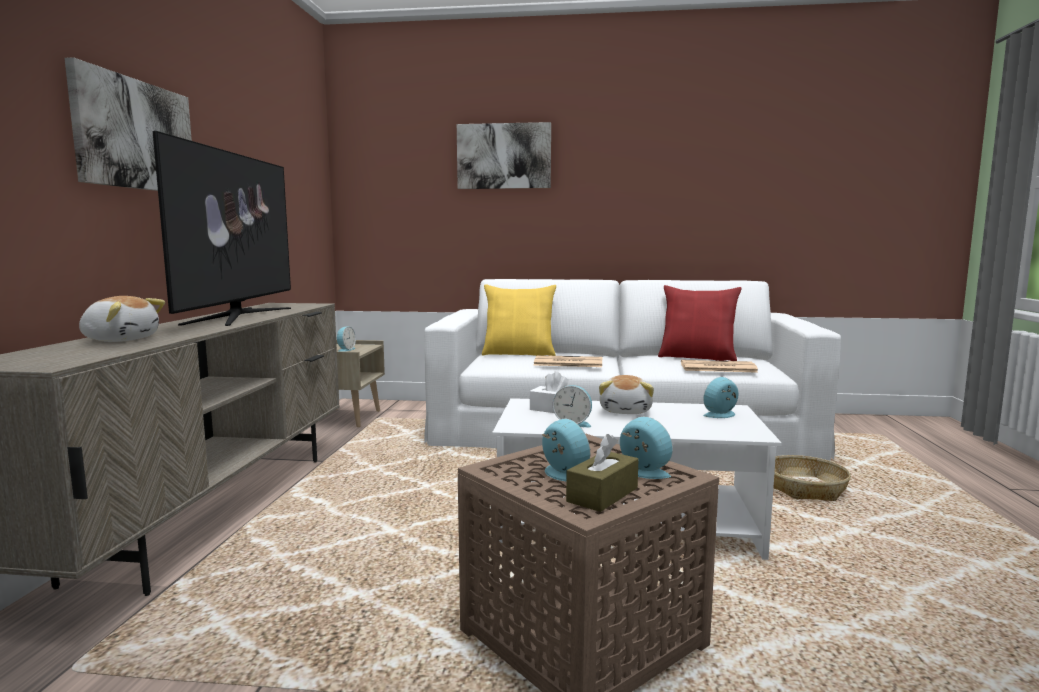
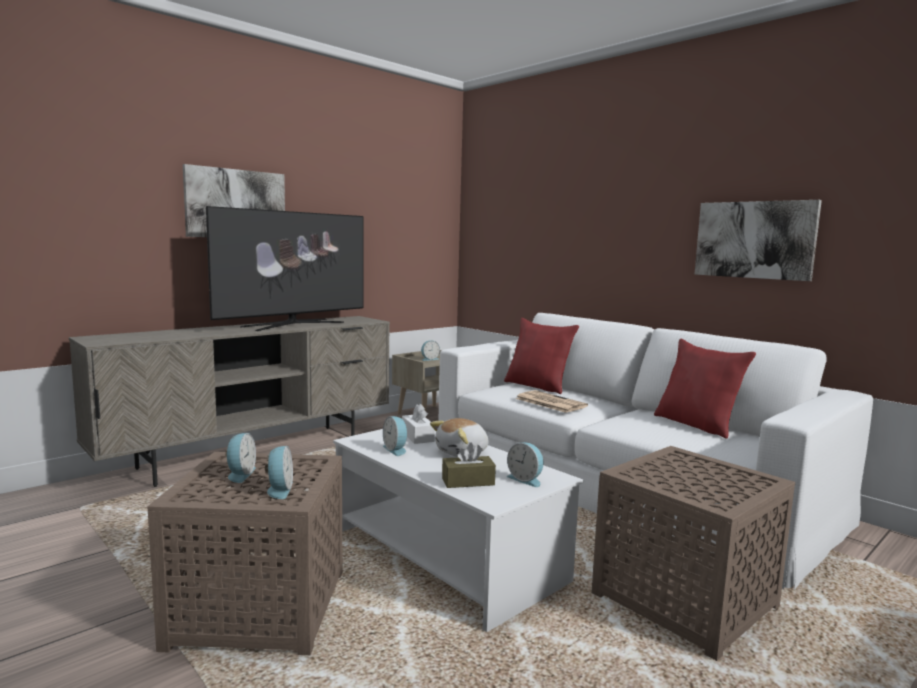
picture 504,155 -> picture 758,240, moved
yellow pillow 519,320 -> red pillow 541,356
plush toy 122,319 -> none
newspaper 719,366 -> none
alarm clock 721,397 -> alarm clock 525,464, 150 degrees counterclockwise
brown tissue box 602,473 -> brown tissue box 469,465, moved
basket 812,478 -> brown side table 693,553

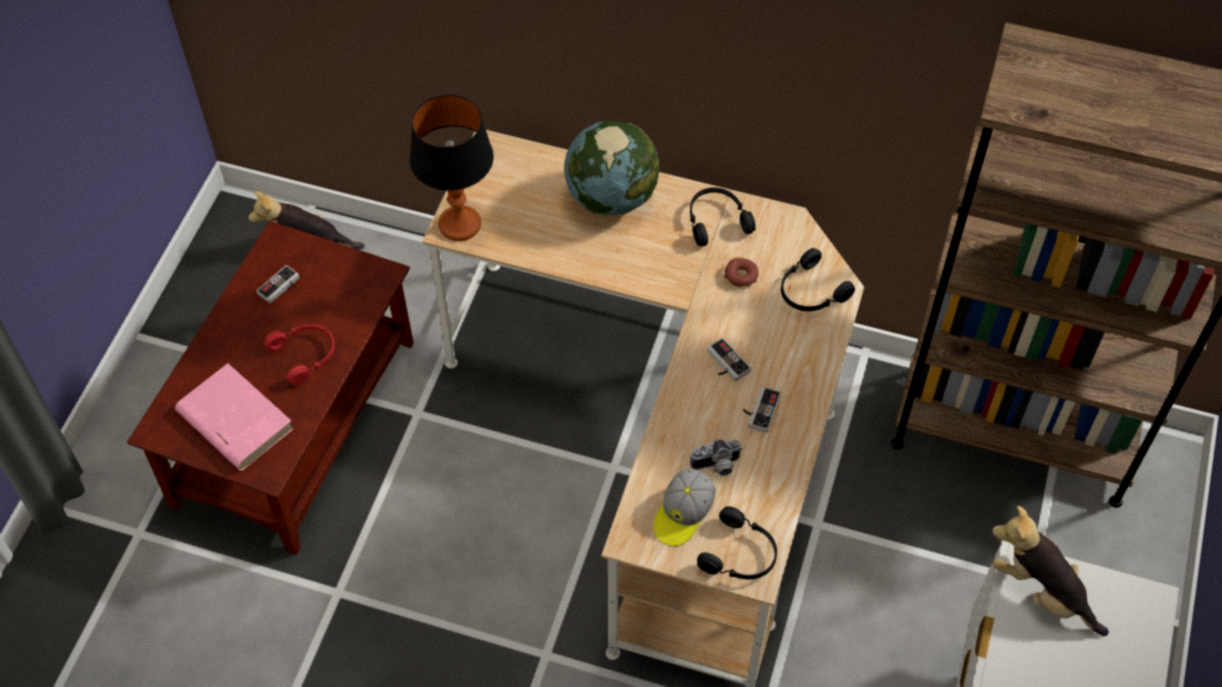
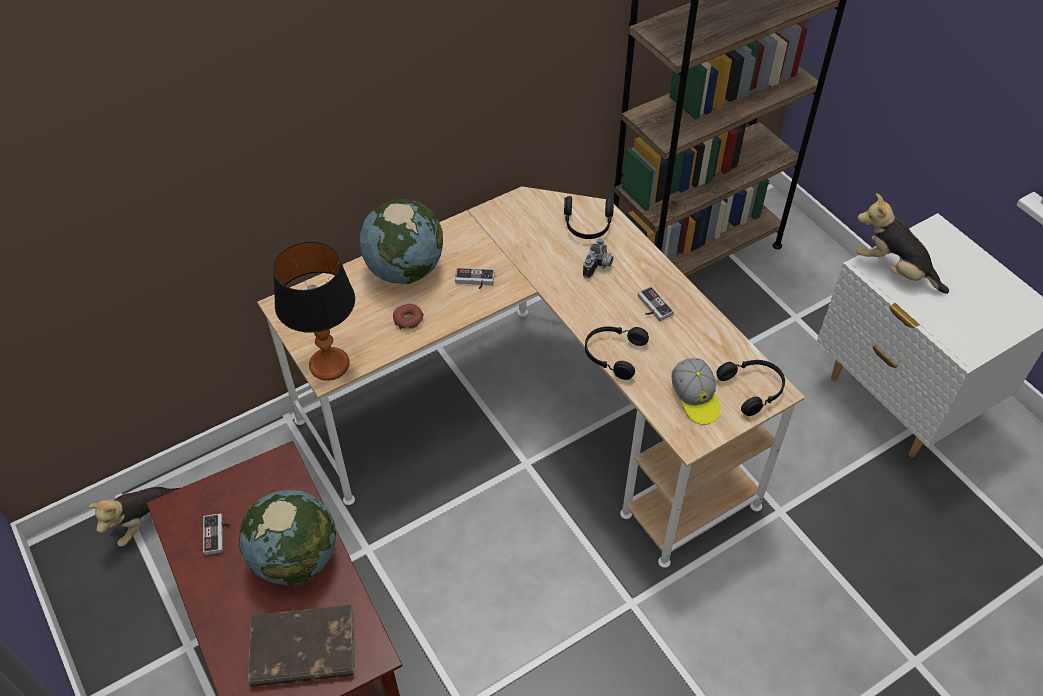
black headphones 723,216 -> black headphones 617,353, moved
donut 741,273 -> donut 408,317, moved
red headphones 299,355 -> globe 287,538
game controller 729,360 -> game controller 475,278, moved
pink book 234,416 -> brown book 301,646
photo camera 716,457 -> photo camera 598,258, moved
plush toy 1050,571 -> plush toy 902,243, 45 degrees clockwise

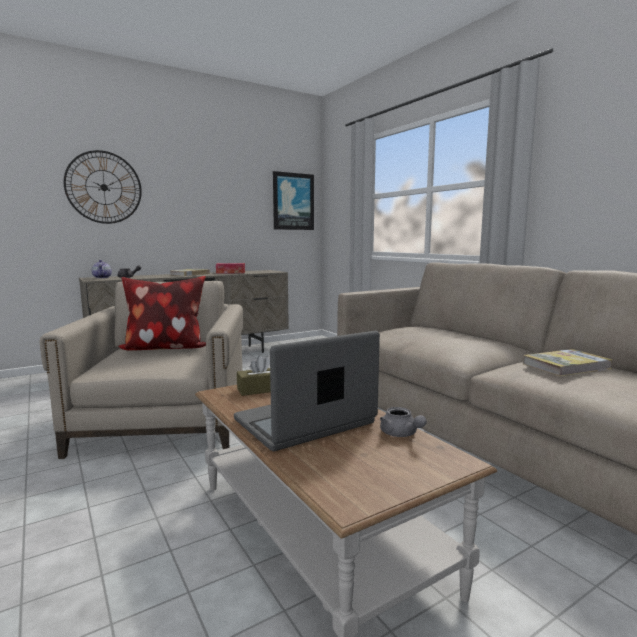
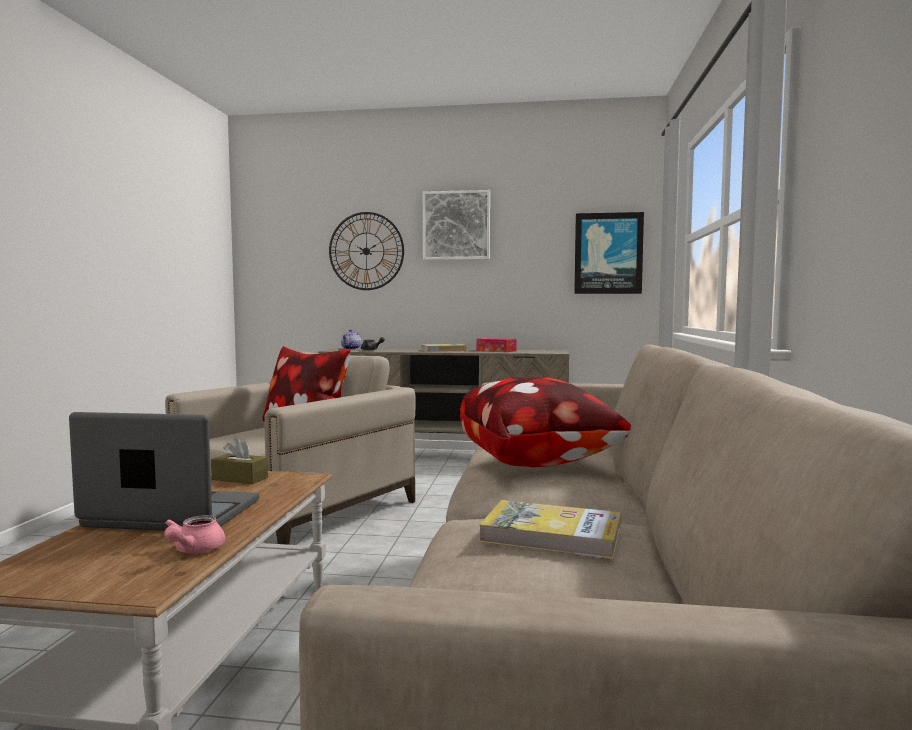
grey teapot 403,422 -> pink teapot 194,534
none -> picture 456,225
none -> pillow 545,422

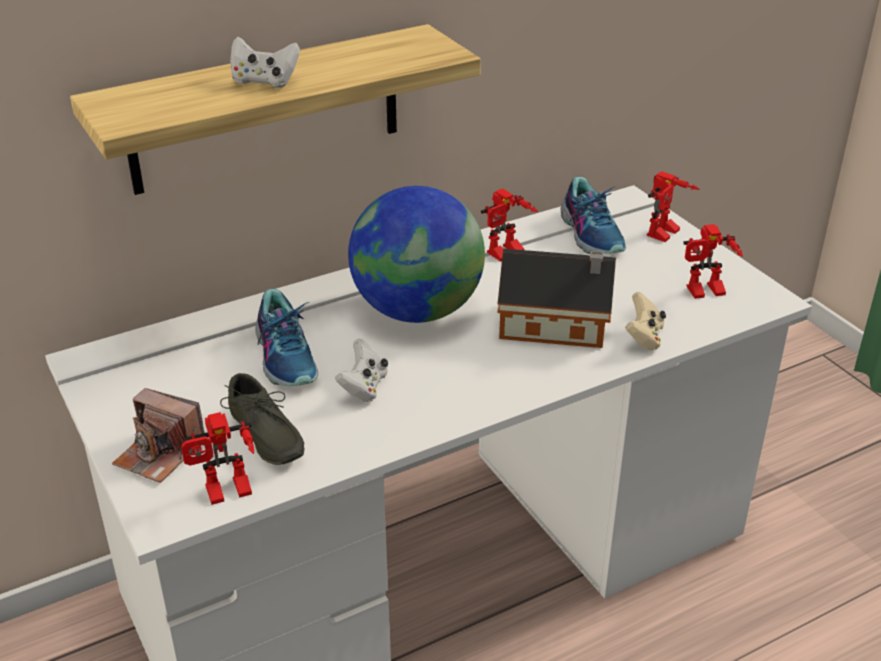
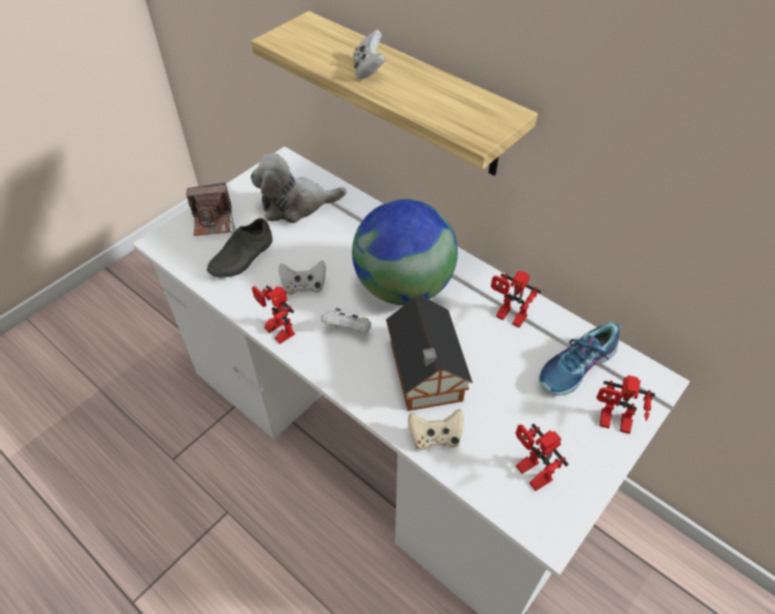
shoe 286,337 -> none
photo camera 158,435 -> photo camera 209,209, 105 degrees counterclockwise
toy robot 217,458 -> toy robot 273,314, moved
none -> plush toy 299,188
none -> white game controller 346,320

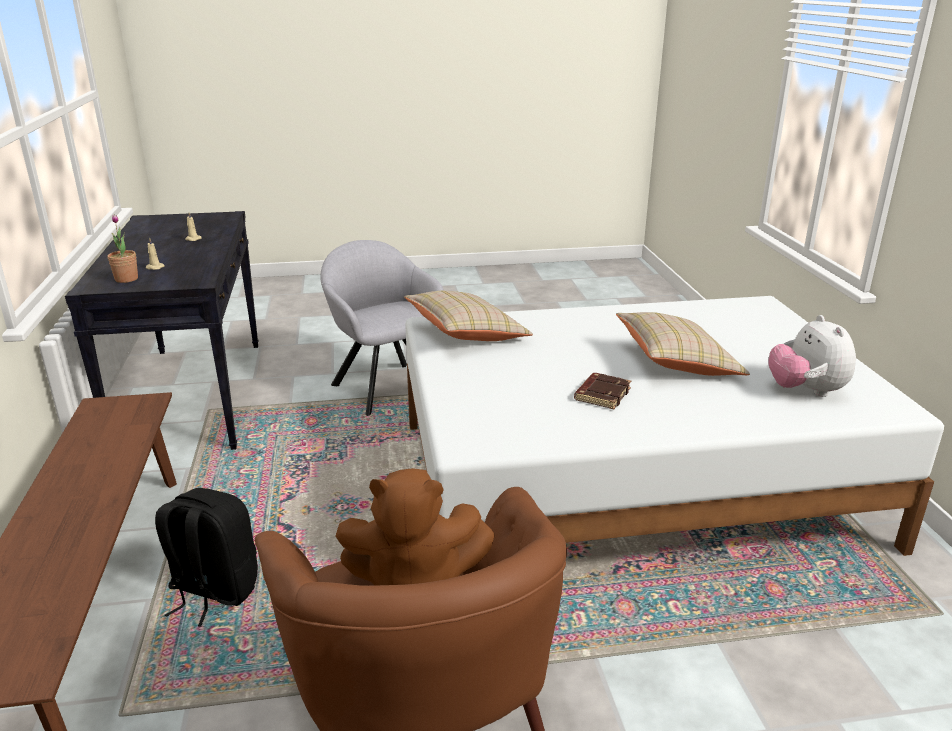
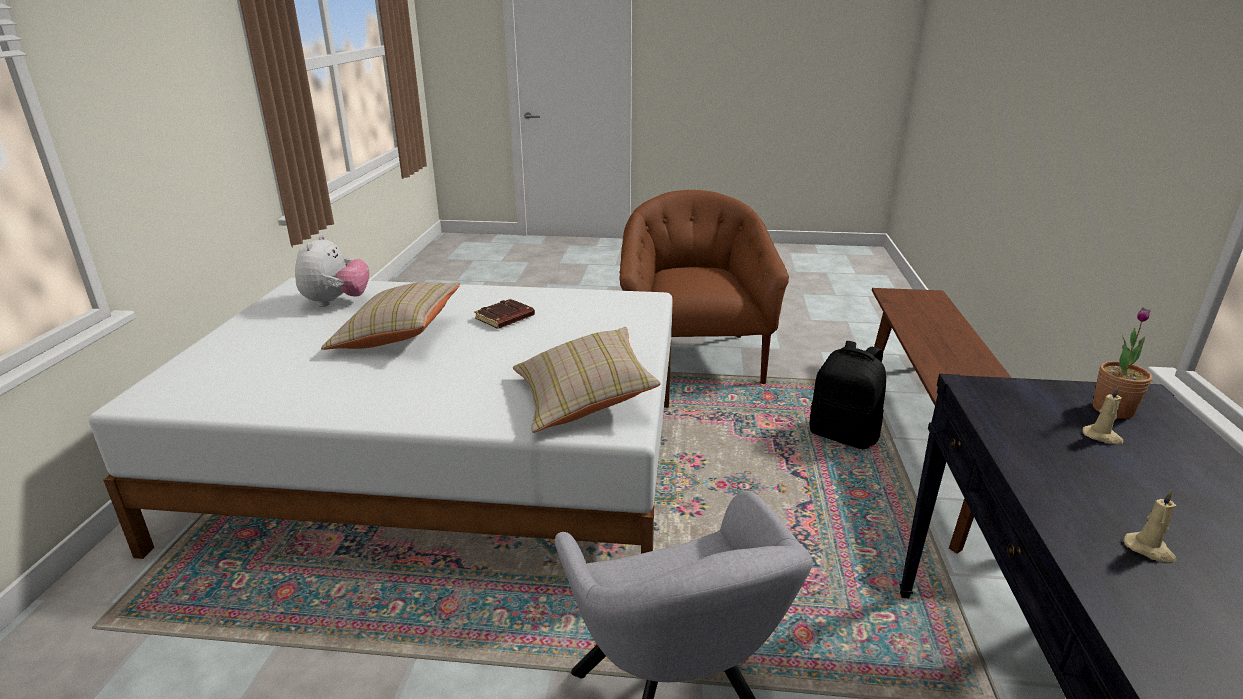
brown plush toy 415,527 -> none

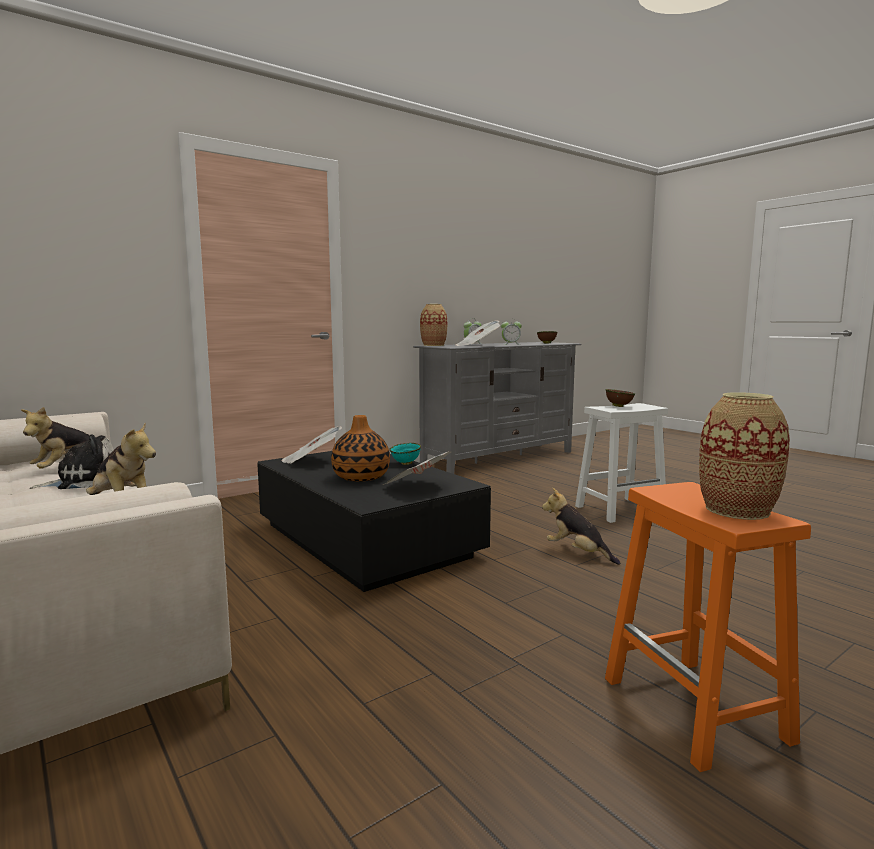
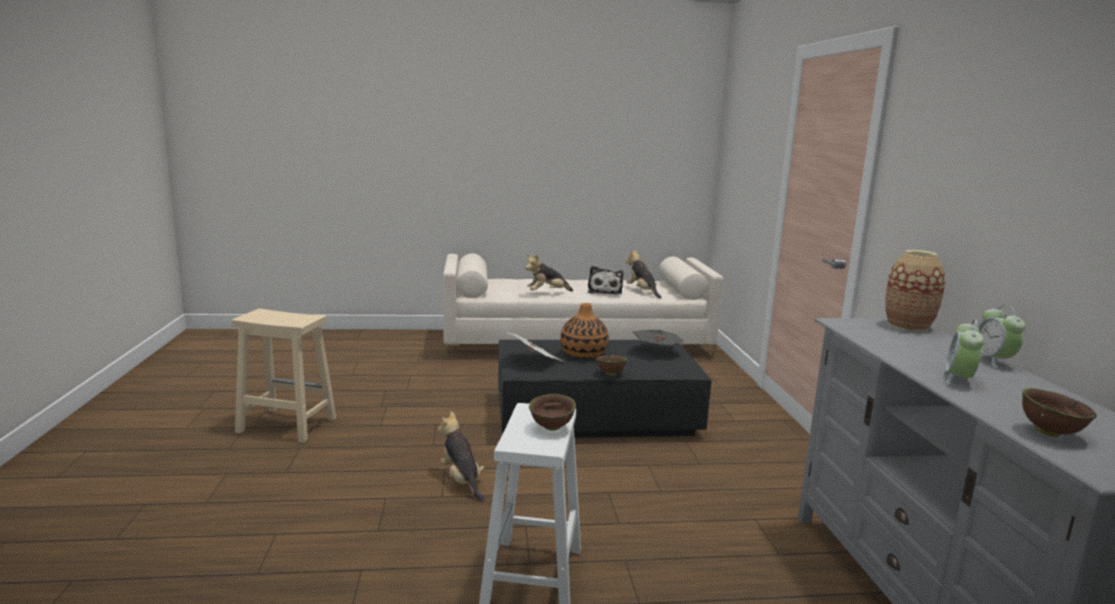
newspaper 478,333 -> none
vase 744,456 -> none
turquoise bowl 405,454 -> brown bowl 611,365
orange stool 708,627 -> beige stool 283,376
plush toy 581,526 -> plush toy 461,456, 105 degrees counterclockwise

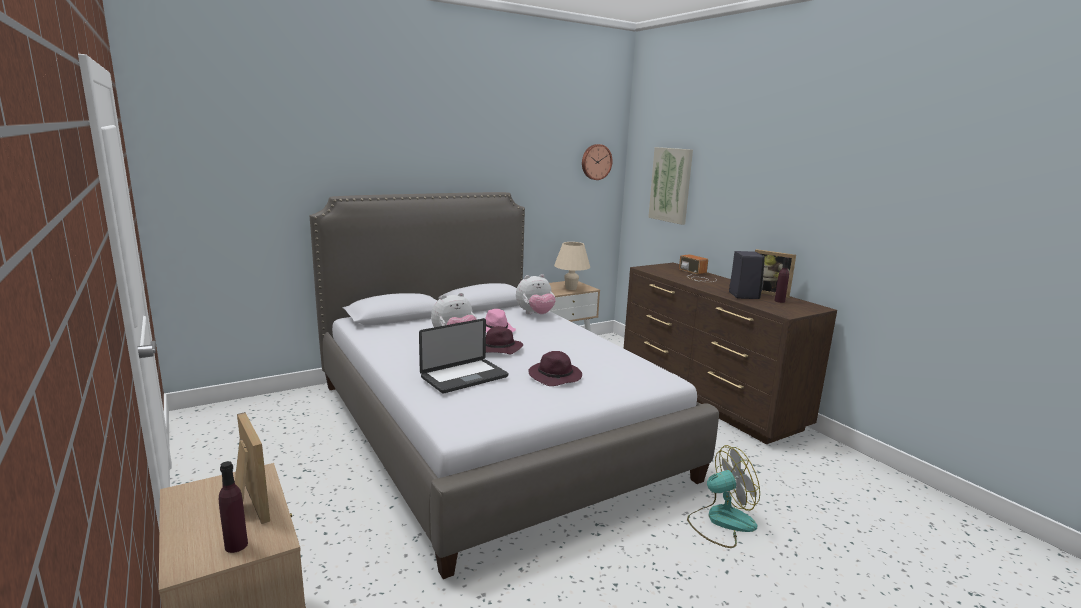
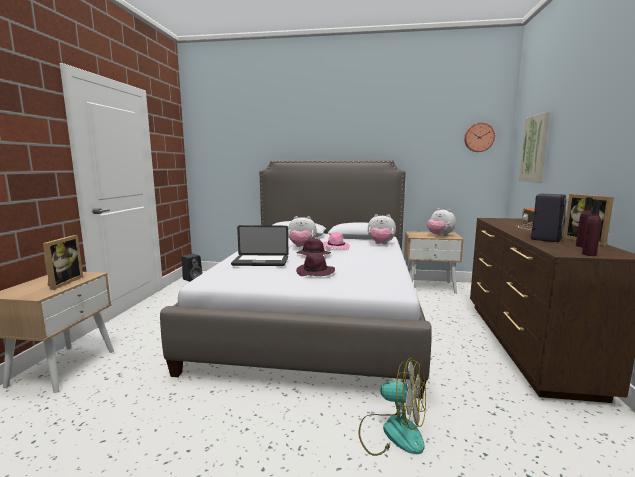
beige table lamp 572,266 -> plush toy 441,222
purple bottle 233,507 -> purple bottle 591,228, moved
none -> black speaker 192,268

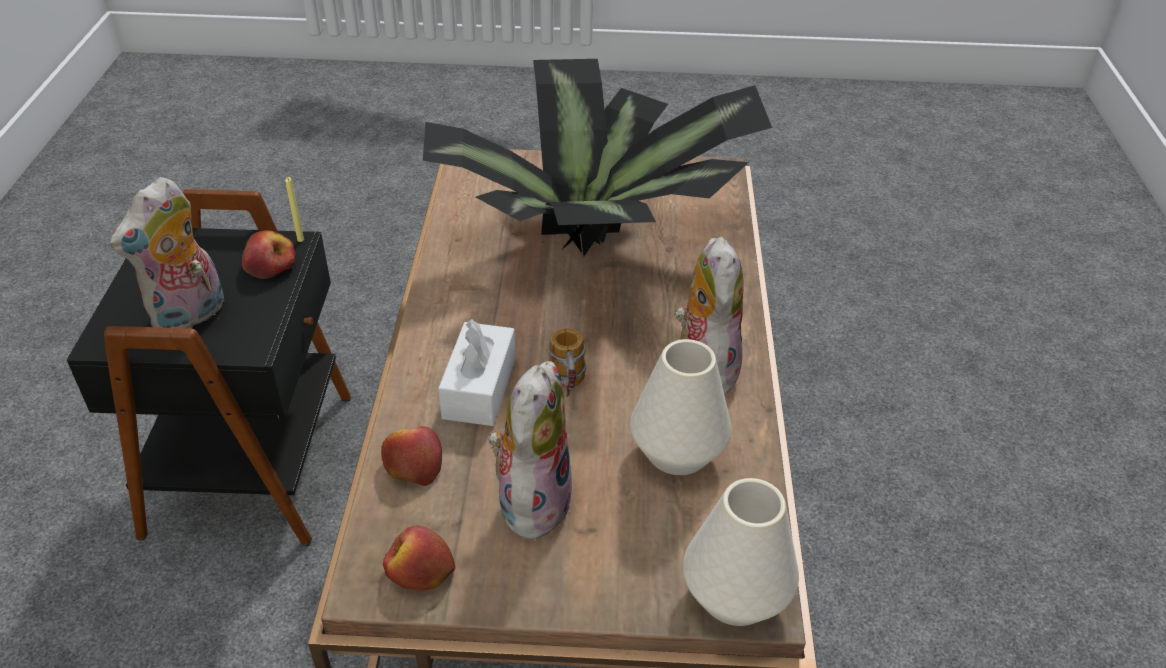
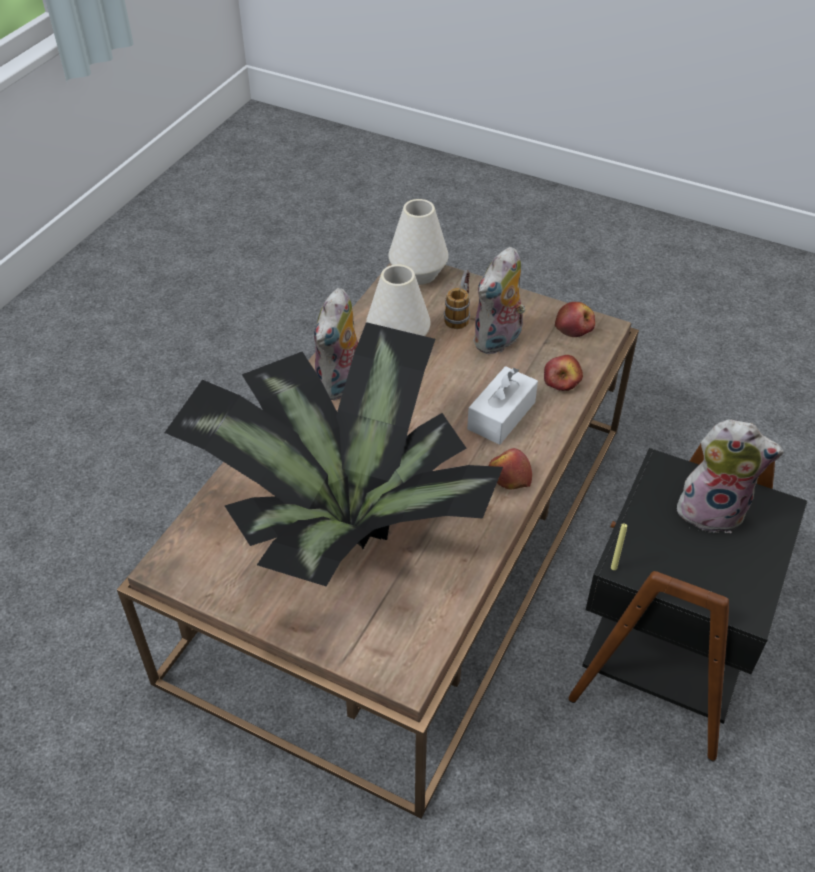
plush toy 167,253 -> plush toy 730,476, 45 degrees clockwise
apple 269,254 -> apple 510,469, moved
mug 567,362 -> mug 457,299, moved

